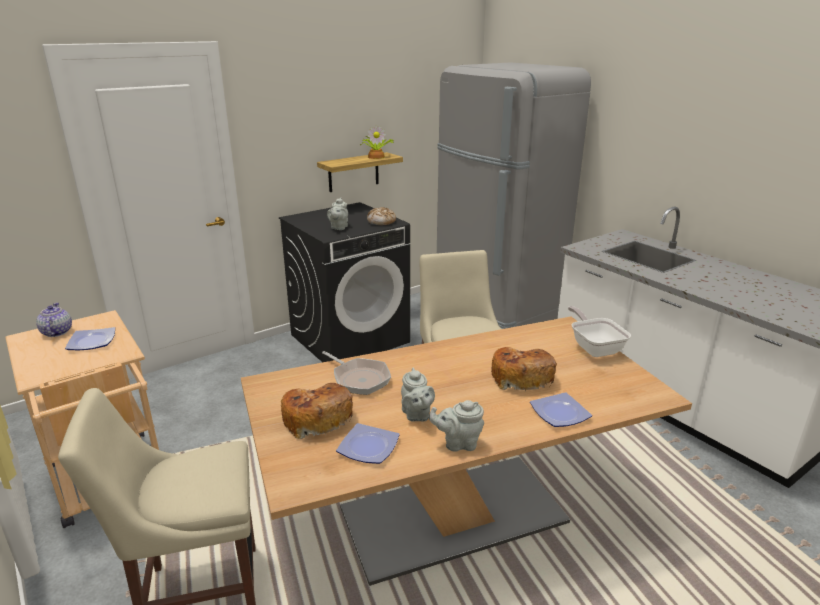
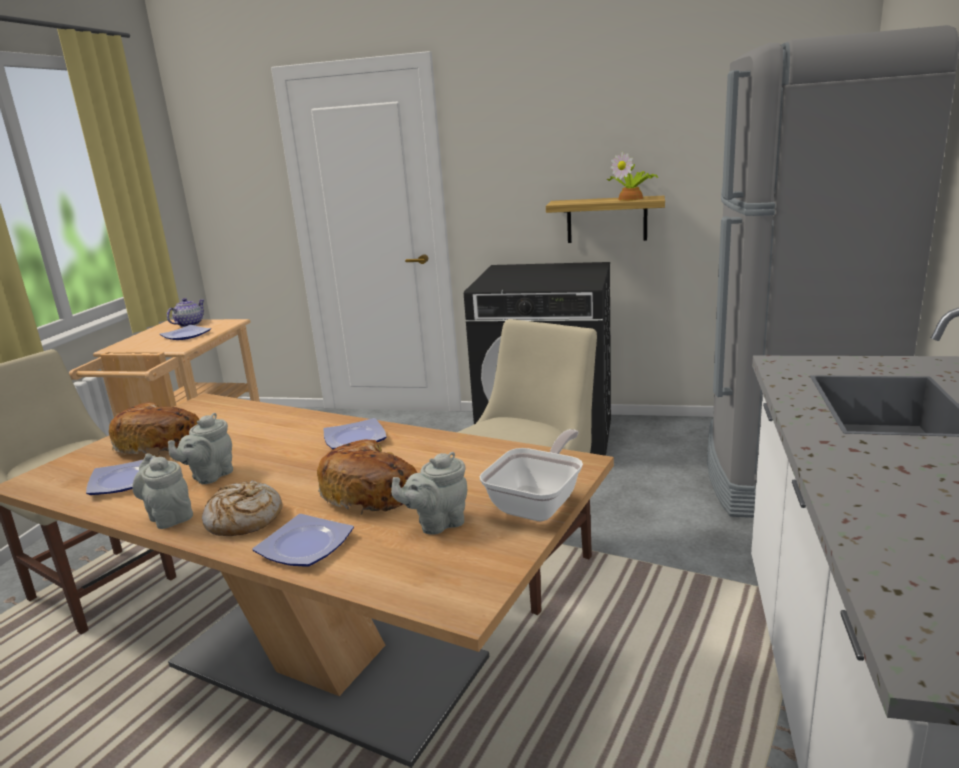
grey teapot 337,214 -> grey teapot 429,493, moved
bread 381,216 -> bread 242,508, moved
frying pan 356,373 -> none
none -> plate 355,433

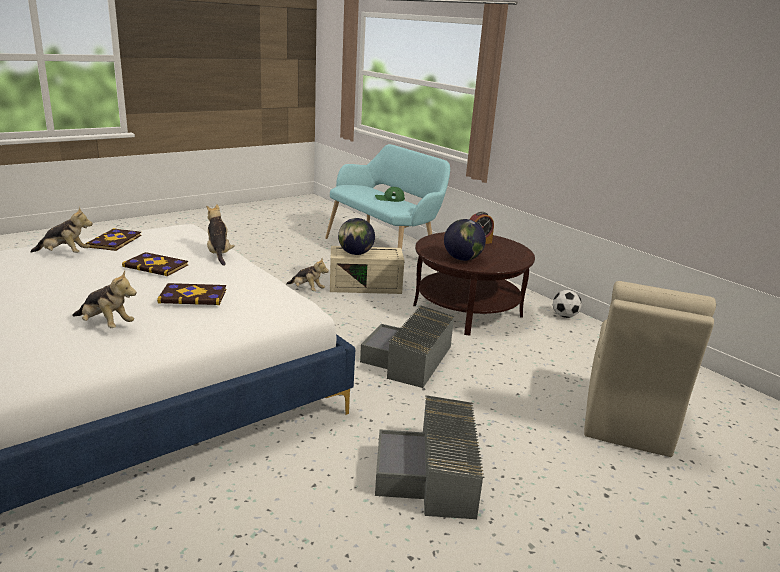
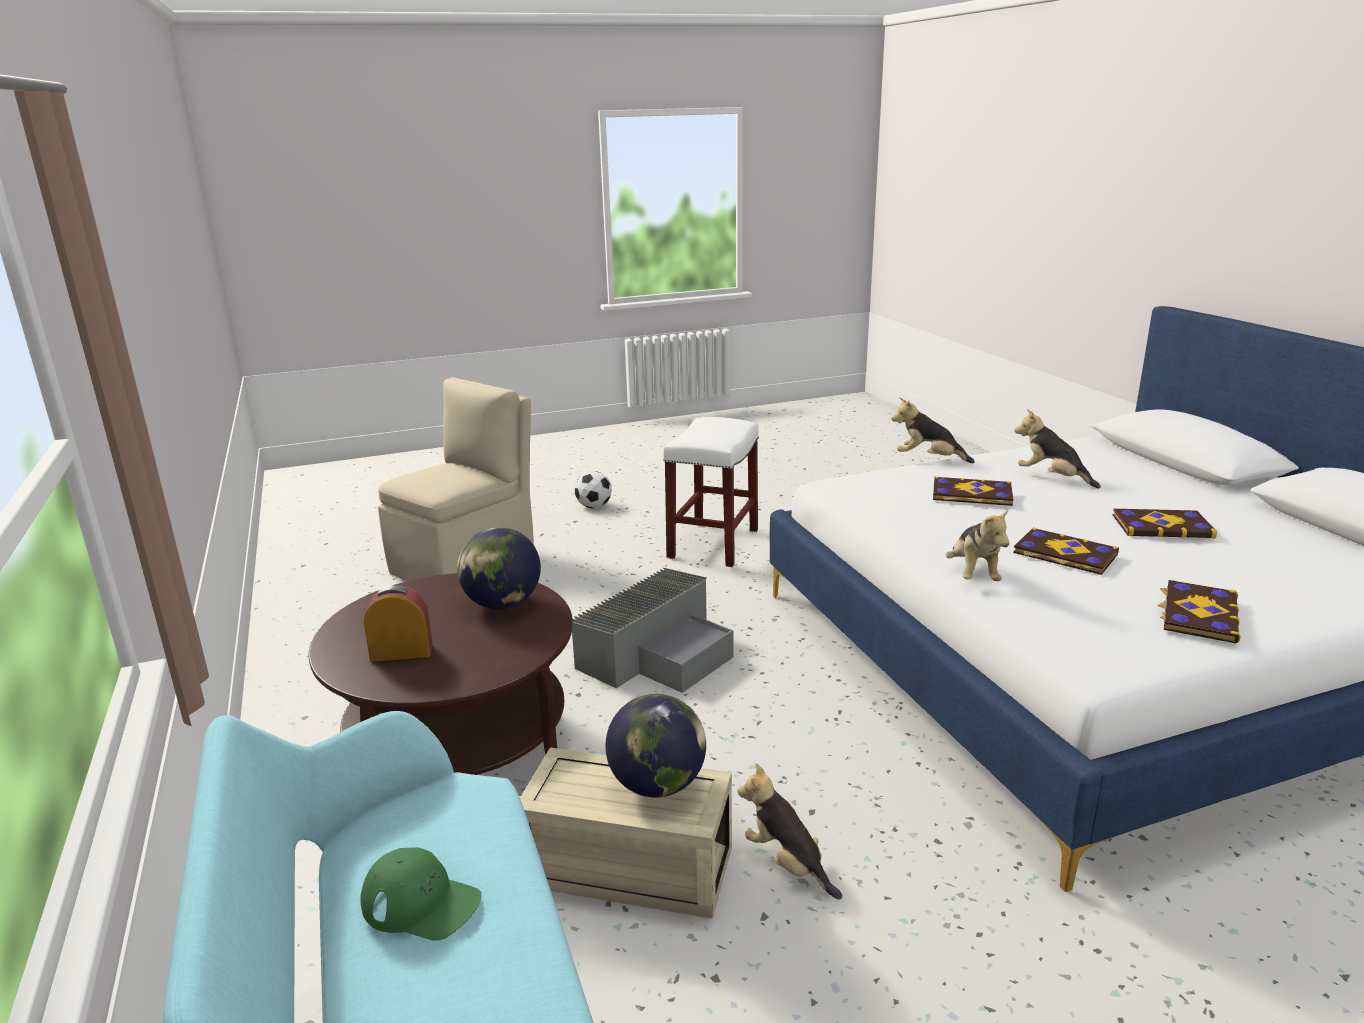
plush toy 61,230 -> plush toy 933,430, moved
football 567,304 -> football 593,489, moved
grey storage box 429,457 -> white stool 711,492
none -> book 1165,523

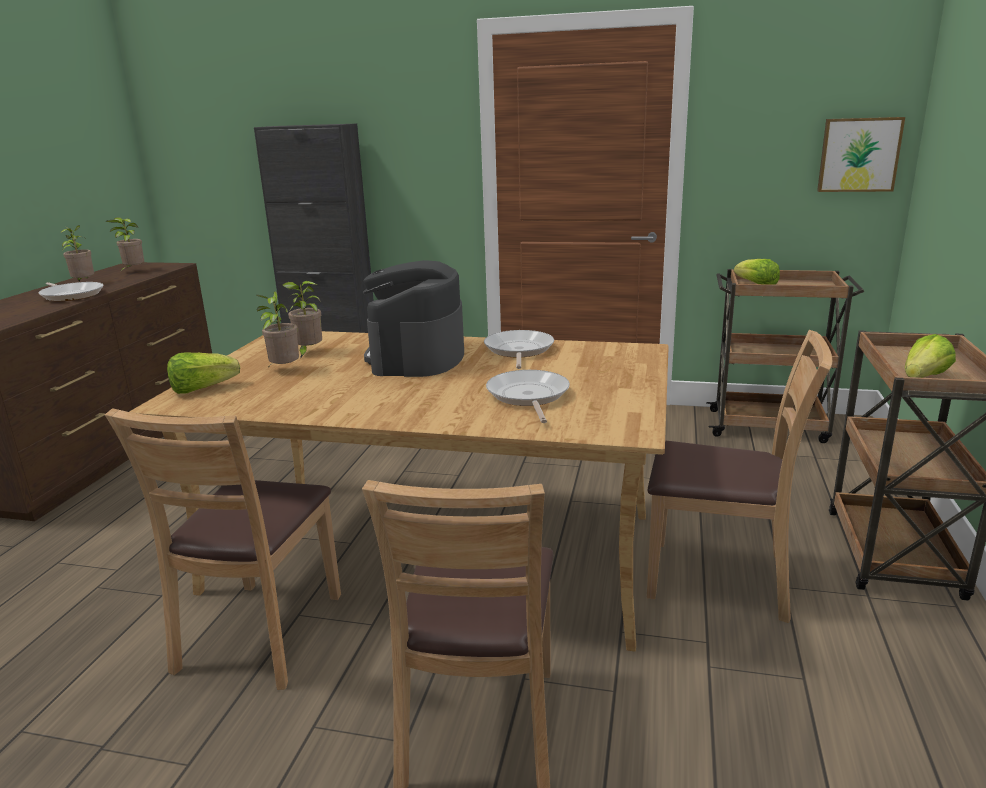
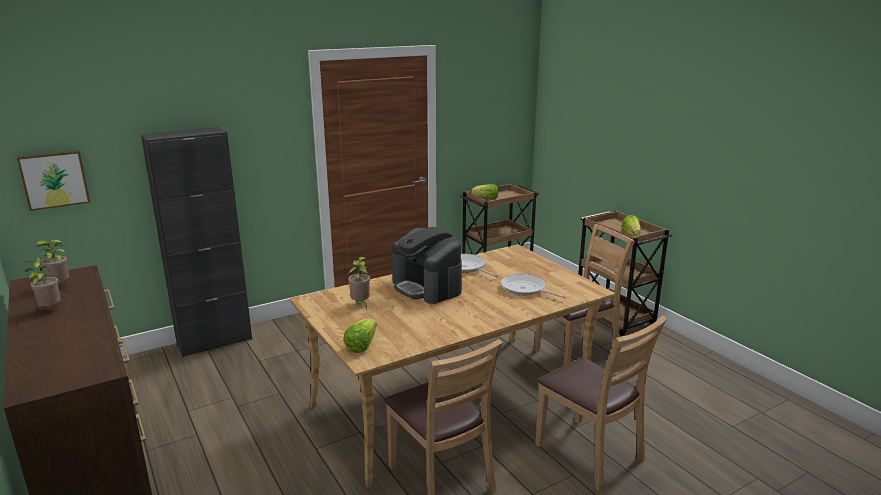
picture 861,154 -> picture 53,180, moved
frying pan 70,291 -> none
potted plant 277,329 -> none

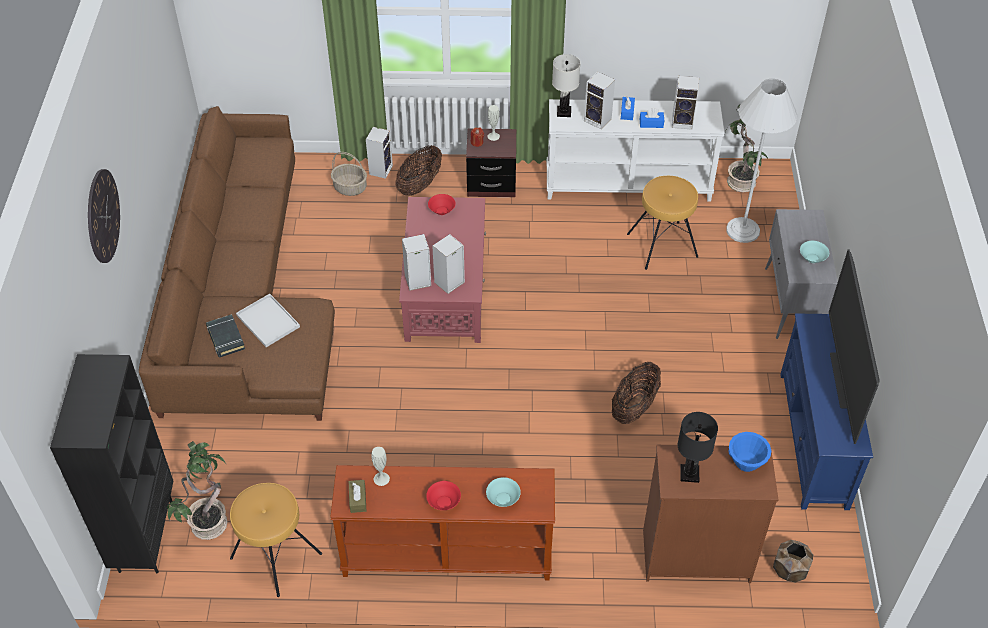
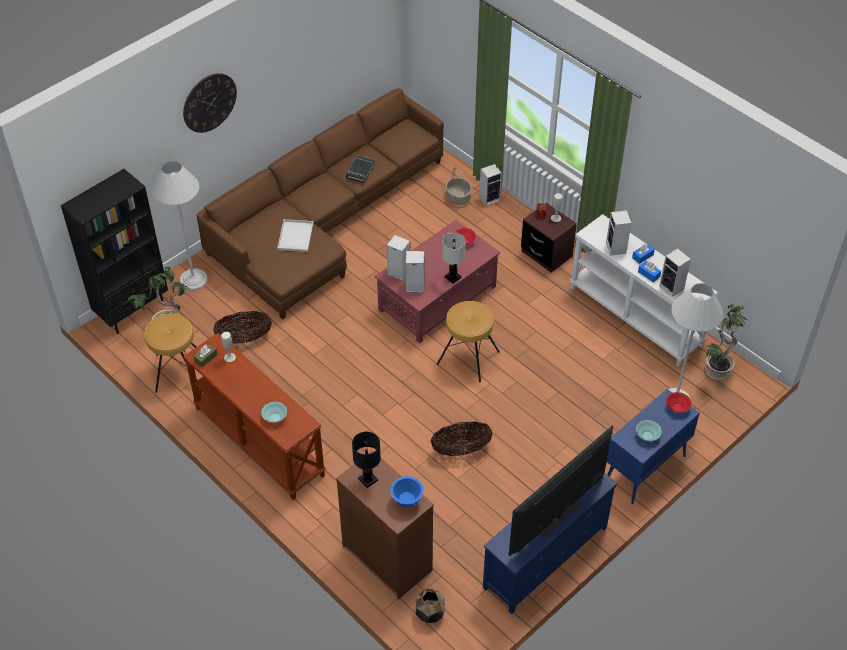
white table lamp 566,85 -> white table lamp 454,258, moved
basket 418,170 -> basket 242,327, moved
brown stool 662,223 -> brown stool 468,341, moved
grey cabinet 801,274 -> blue cabinet 653,446
black book 225,335 -> black book 360,169, moved
red bowl 443,495 -> red bowl 679,402, moved
none -> white floor lamp 180,225

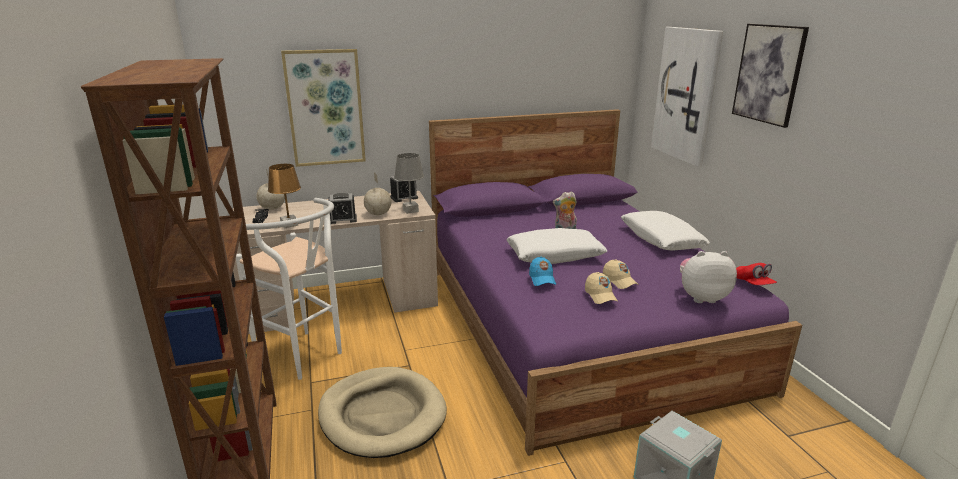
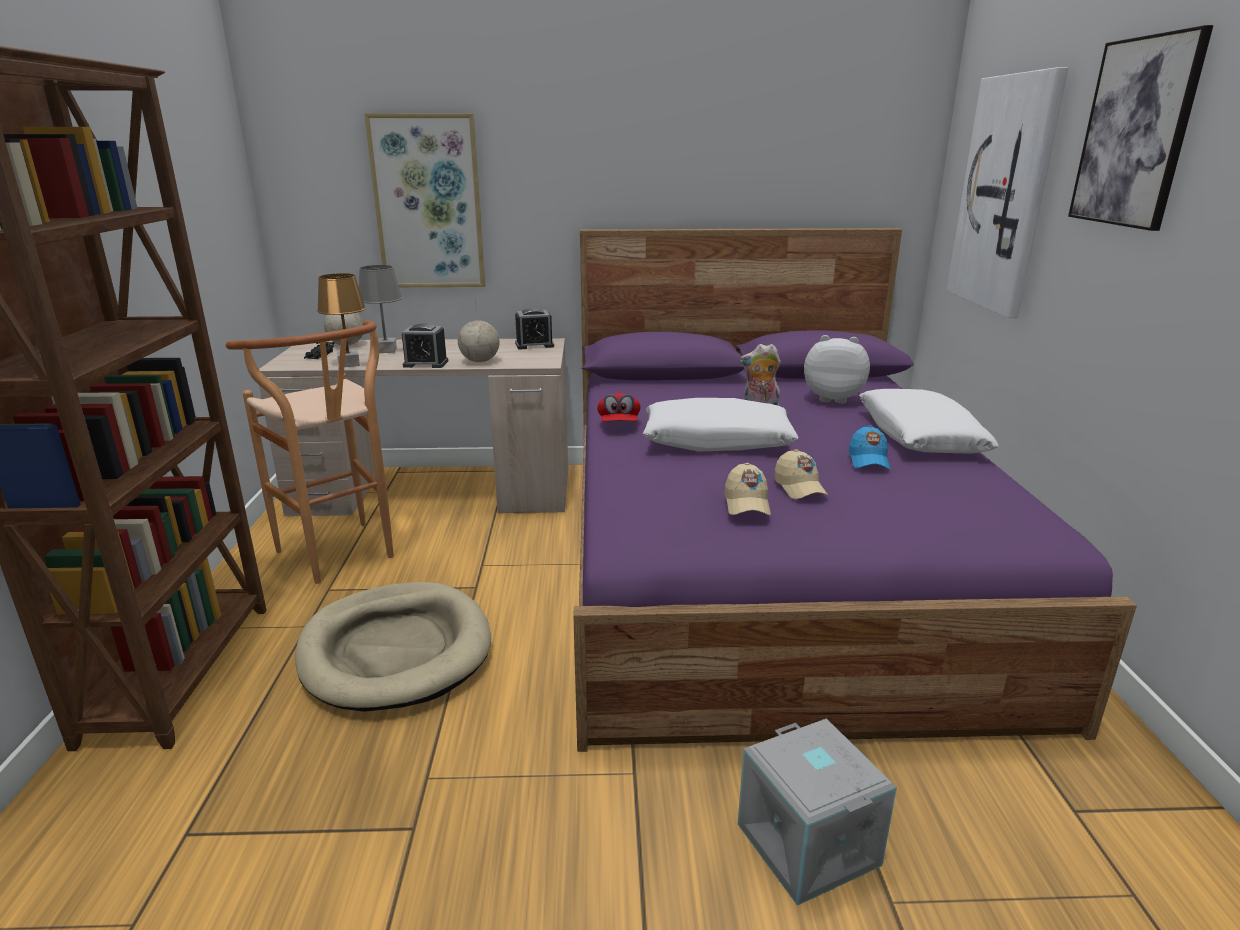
grey table lamp 409,183 -> grey table lamp 381,309, moved
white stool 289,289 -> brown stool 310,452
plush toy 708,277 -> plush toy 837,369, moved
blue cap 542,271 -> blue cap 869,447, moved
red cap 756,274 -> red cap 618,407, moved

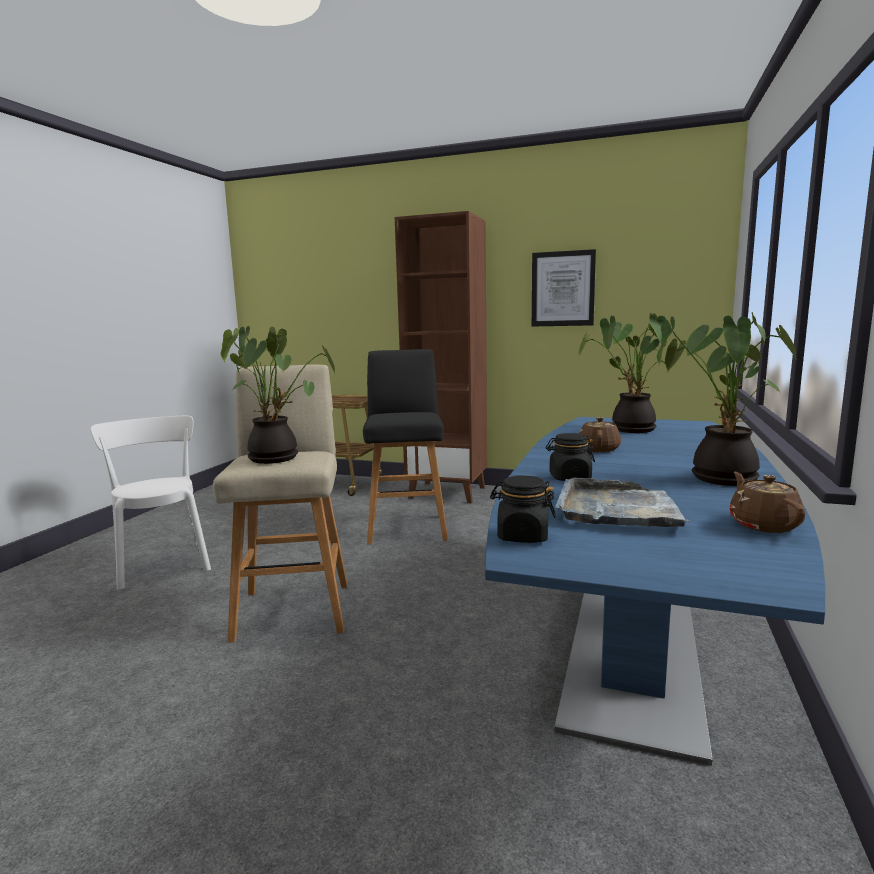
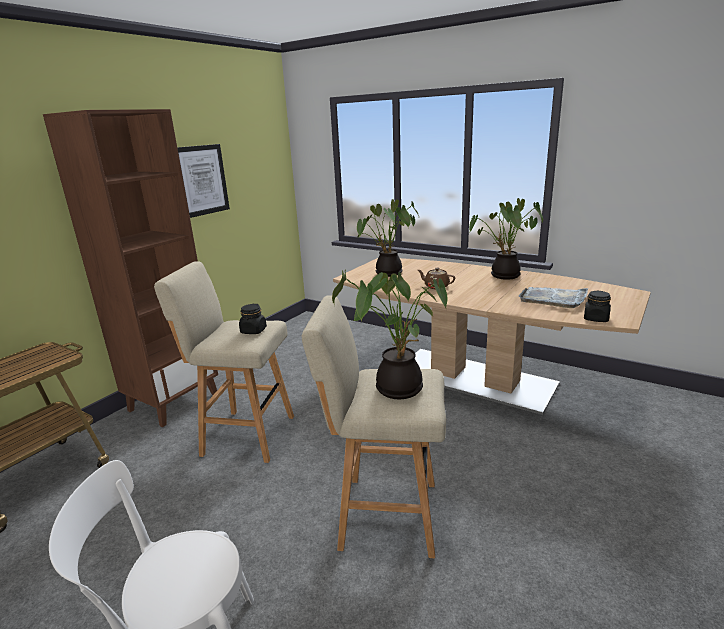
black stool 405,447 -> beige stool 224,362
blue dining table 655,591 -> brown dining table 492,336
black jar 570,457 -> black jar 253,319, moved
brown teapot 767,502 -> none

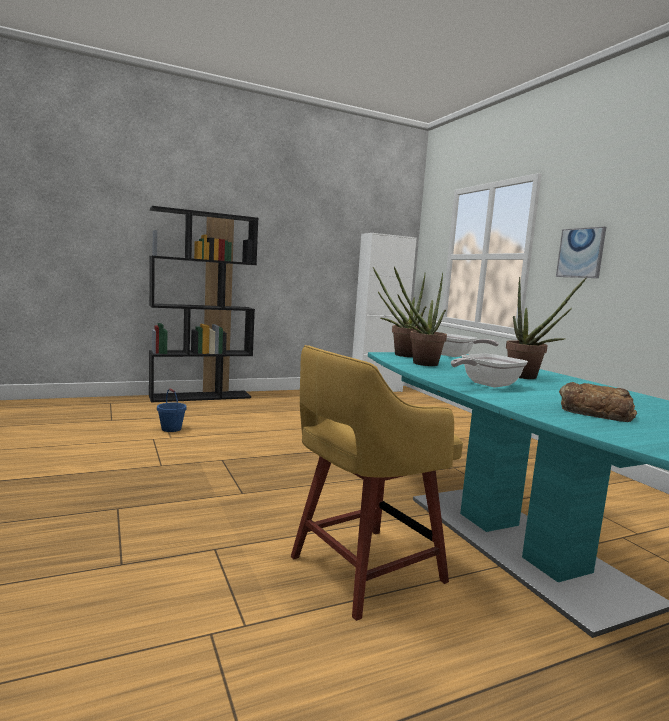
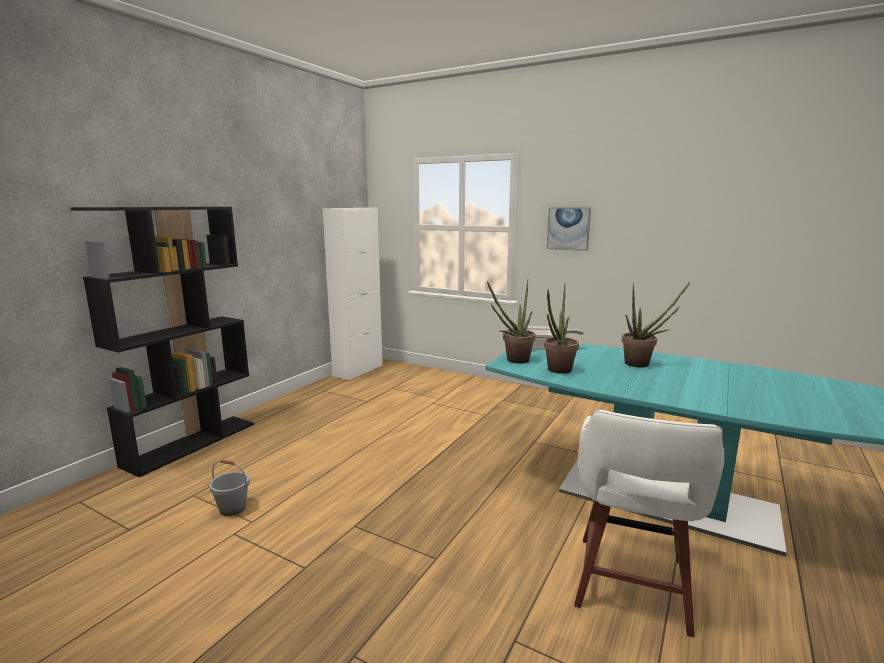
yellow stool 377,483 -> white stool 649,523
frying pan 489,370 -> none
bread 598,402 -> none
blue bucket 172,410 -> grey bucket 229,488

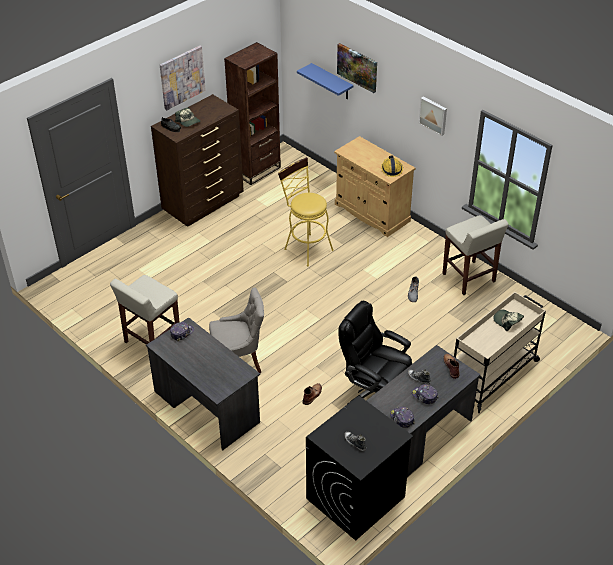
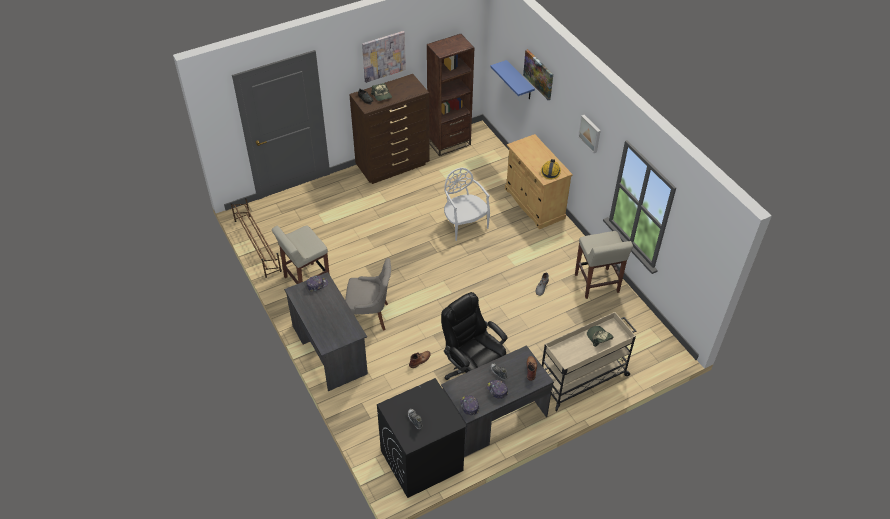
yellow stool 306,211 -> white chair 467,204
none -> brown shoe rack 256,238

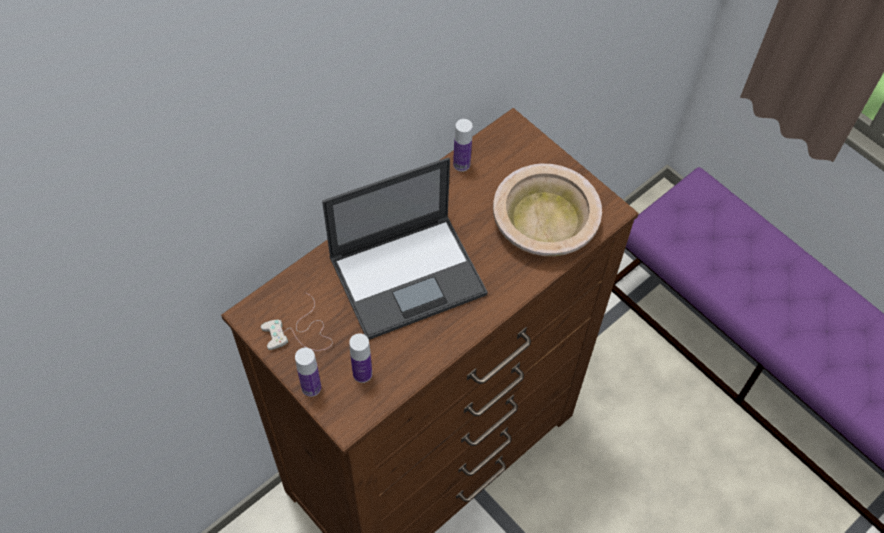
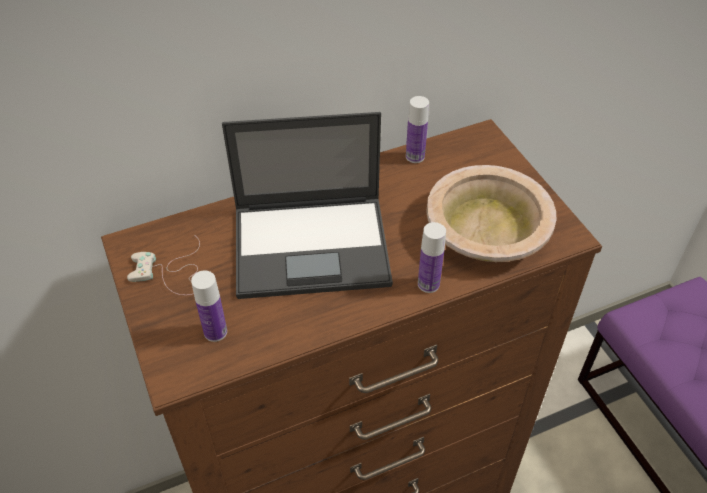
bottle 308,372 -> bottle 432,257, moved

